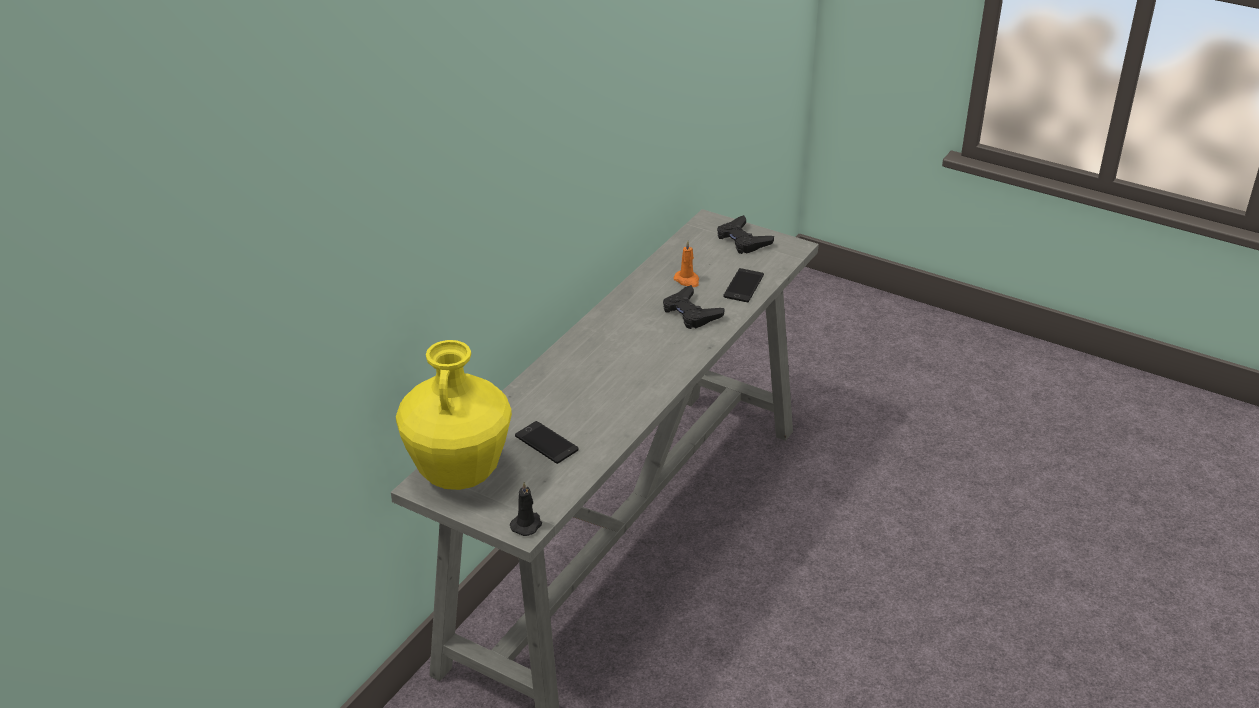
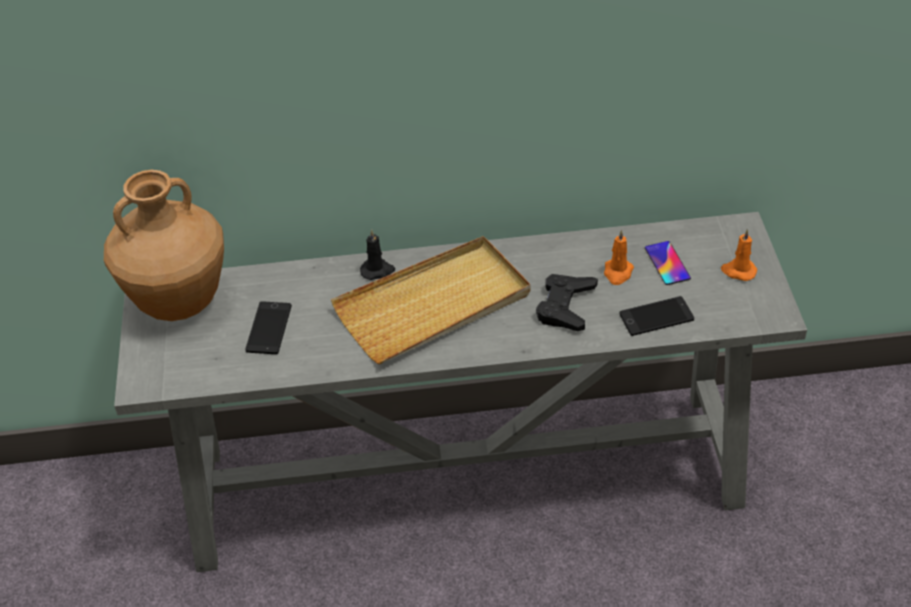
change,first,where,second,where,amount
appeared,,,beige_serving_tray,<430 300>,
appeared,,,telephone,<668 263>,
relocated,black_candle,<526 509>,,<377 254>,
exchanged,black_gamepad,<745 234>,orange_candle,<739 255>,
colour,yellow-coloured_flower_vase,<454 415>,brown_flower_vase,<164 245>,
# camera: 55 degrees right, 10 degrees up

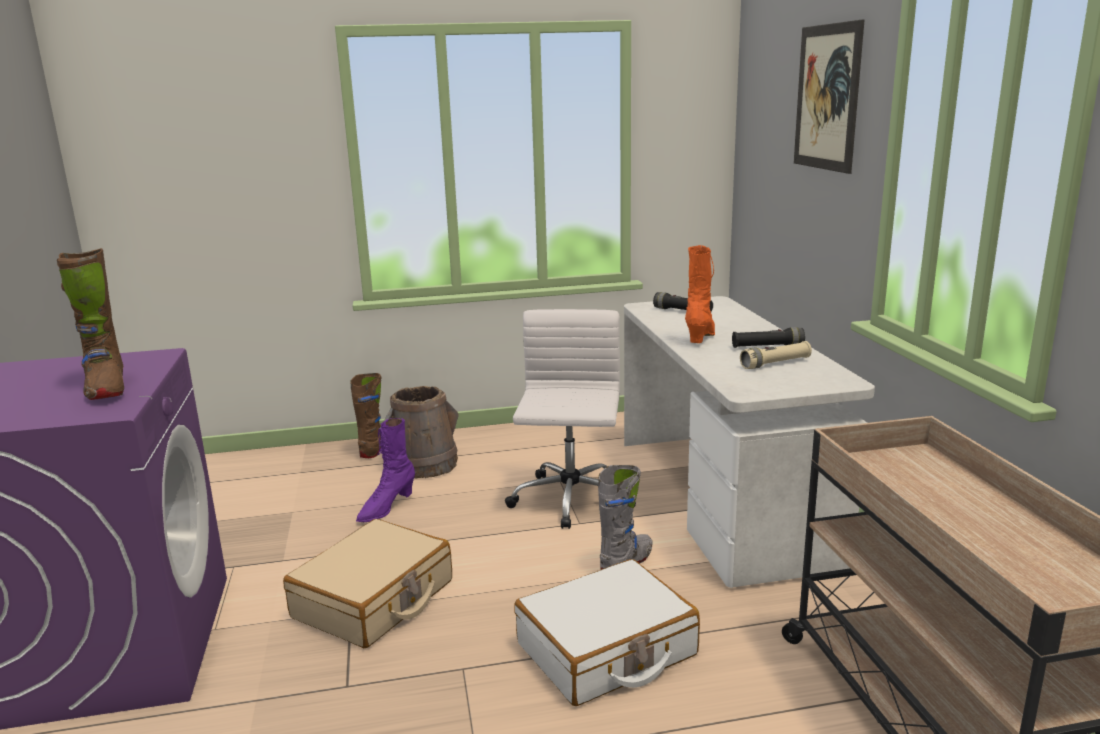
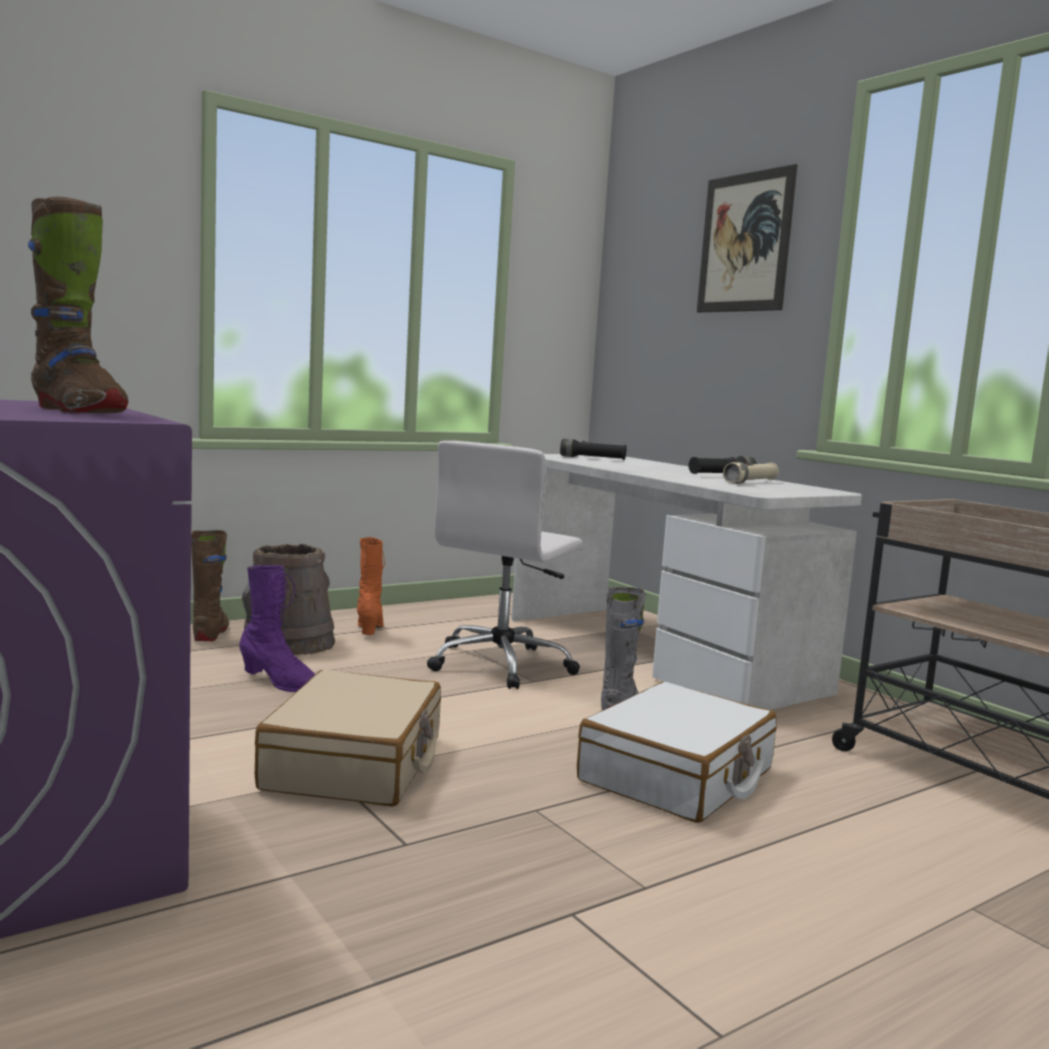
change,first,where,second,where,amount
relocated,orange_tall_boot,<700 294>,,<371 586>,
spun,purple-coloured_tall_boot,<385 470>,,<277 628>,75 degrees counterclockwise
spun,white_computer_chair,<570 419>,,<505 565>,135 degrees counterclockwise
# camera: 25 degrees left, 10 degrees down

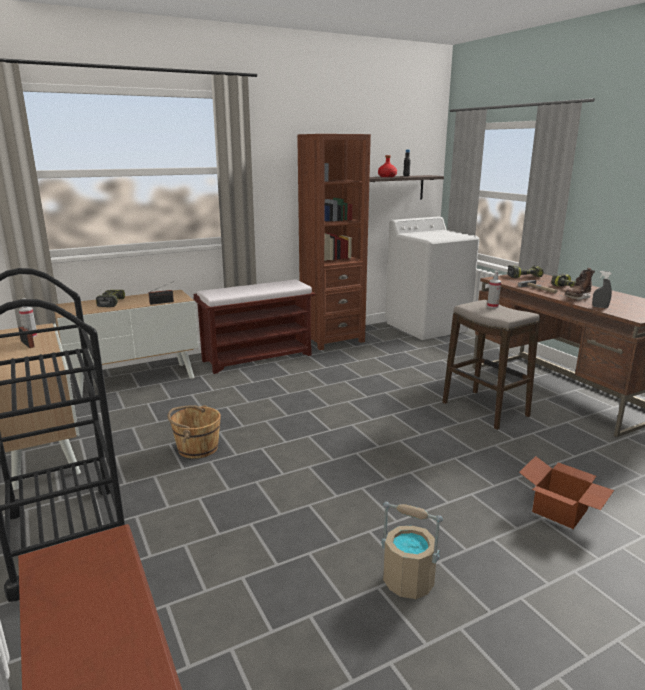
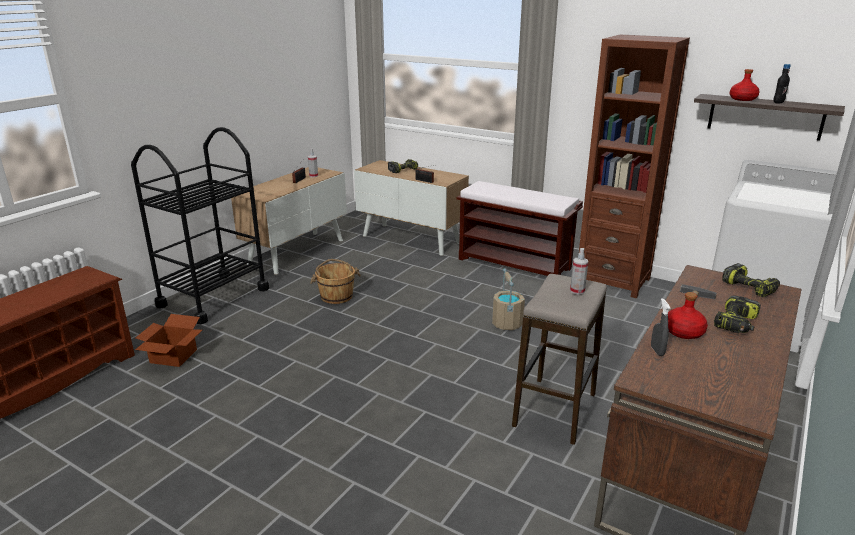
change,first,where,second,where,amount
relocated,beige_bucket,<412 550>,,<508 299>,
relocated,packing_box,<566 492>,,<168 340>,
exchanged,brown_tall_boot,<579 284>,reddish_drink_bottle,<688 315>,
# camera: 60 degrees right, 5 degrees up

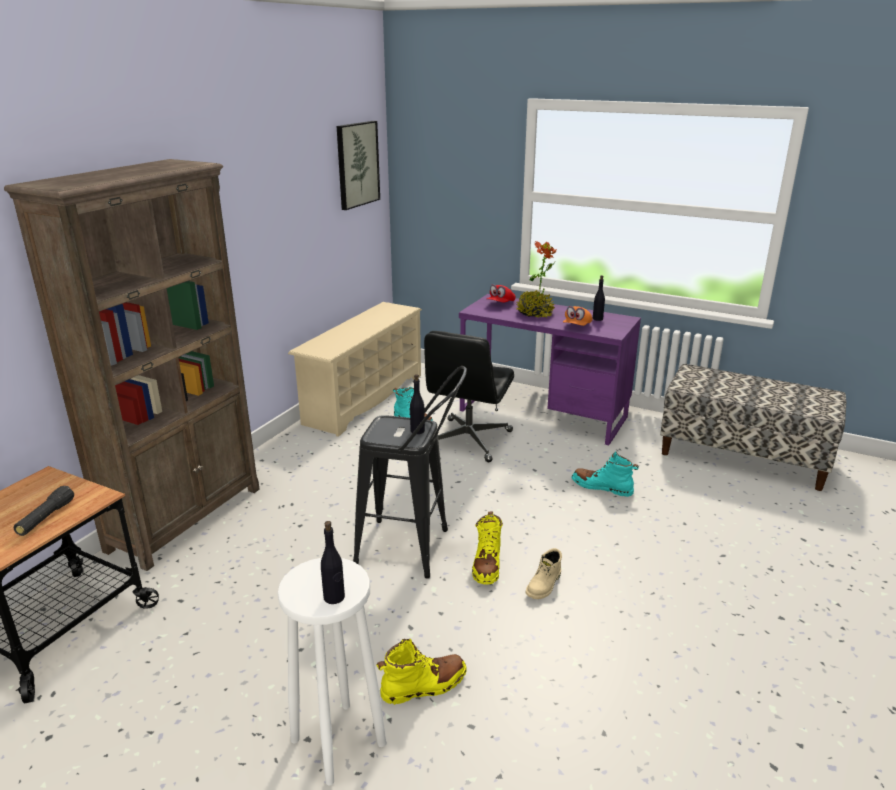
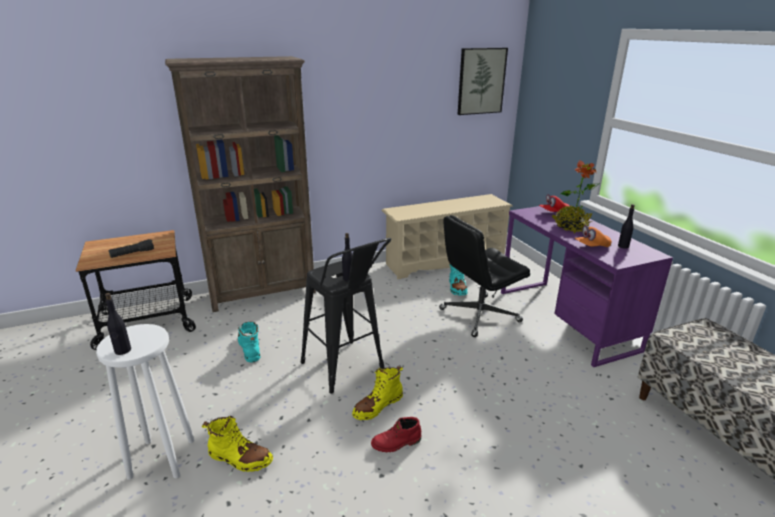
change,first,where,second,where,amount
relocated,blue-green_tall_boot,<605 474>,,<249 342>,
colour,beige_tall_boot,<544 573>,reddish_tall_boot,<396 434>,
# camera: 40 degrees right, 0 degrees up

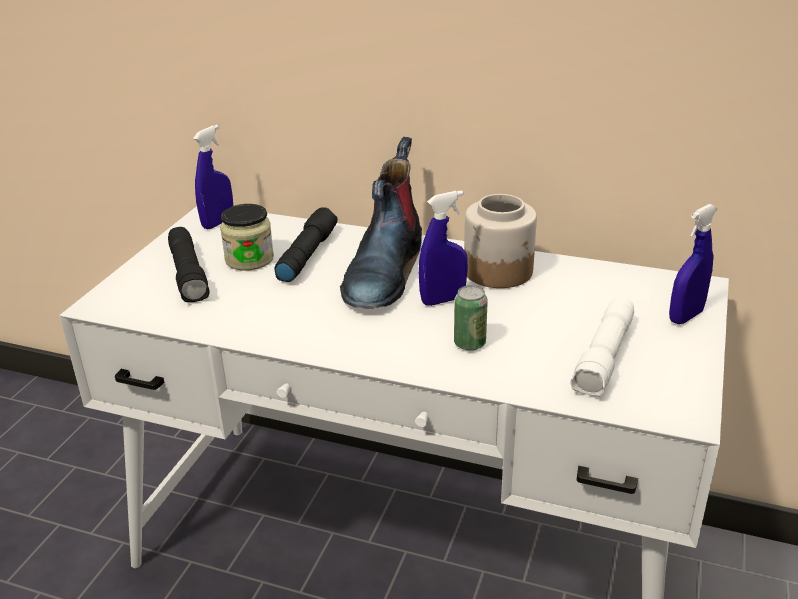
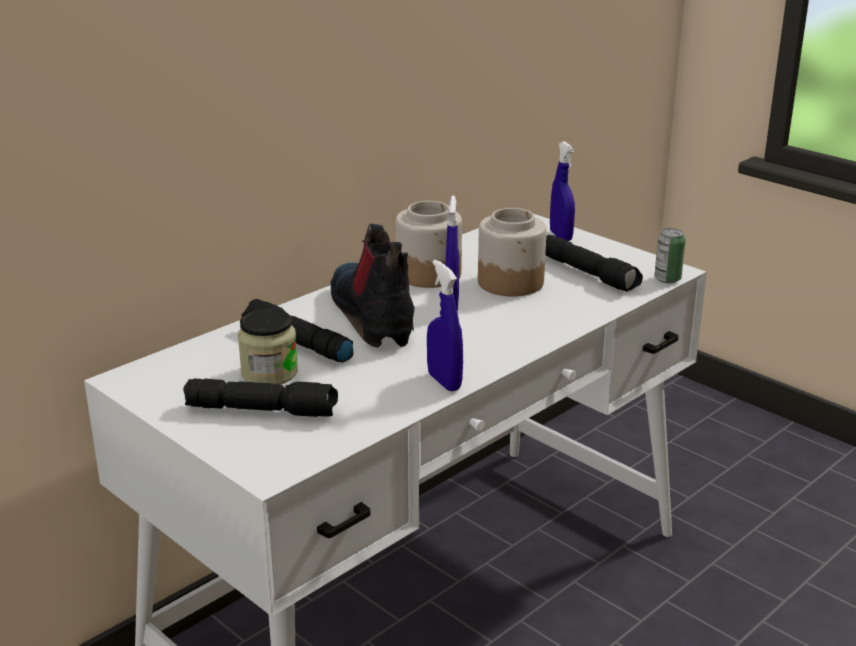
change,first,where,second,where,amount
appeared,,,jar,<512 252>,
relocated,bluish_spray_bottle,<213 177>,,<445 325>,
relocated,metal_can,<471 318>,,<670 255>,
colour,white_torch,<602 347>,black_torch,<594 263>,
spun,tall_boot,<381 223>,,<373 286>,150 degrees counterclockwise
# camera: 65 degrees left, 5 degrees down

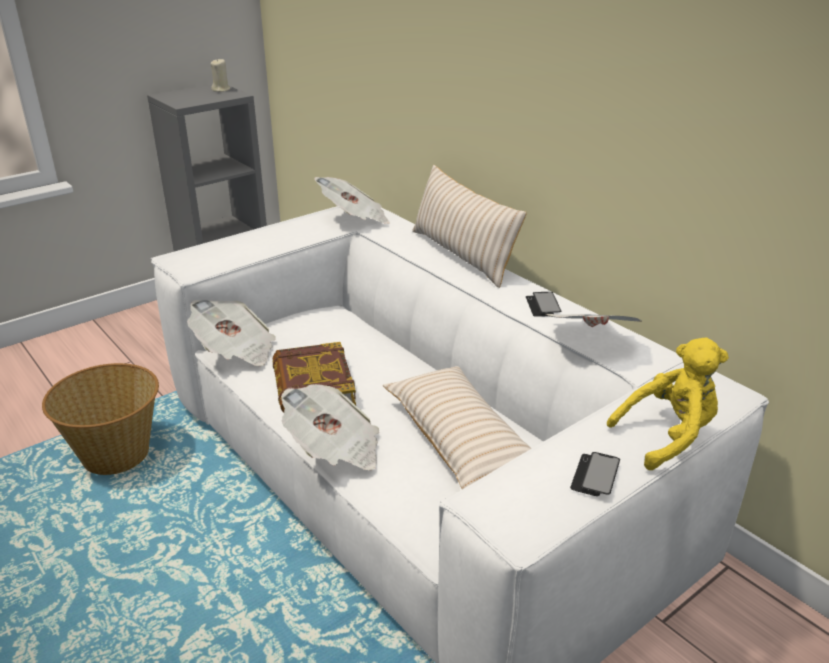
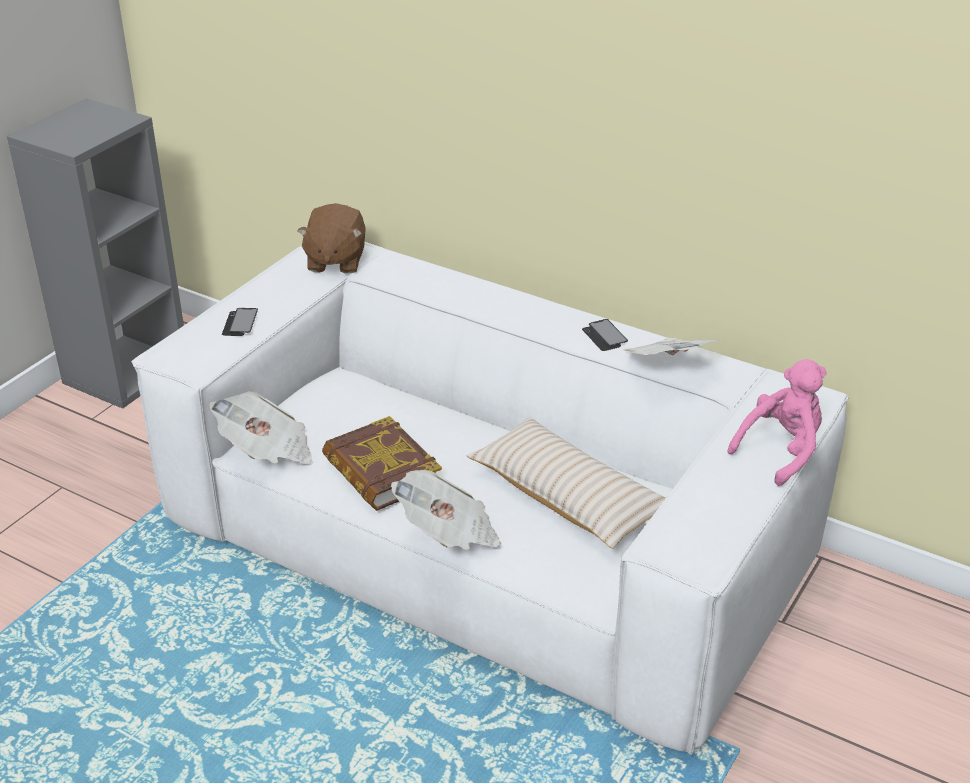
change,first,where,second,where,amount
missing,basket,<100 419>,,,
missing,beige_candle,<220 75>,,,
missing,beige_cushion,<469 226>,,,
relocated,telephone,<595 474>,,<240 322>,
exchanged,newspaper,<352 200>,brown_soft_toy,<331 238>,
colour,yellow-coloured_soft_toy,<668 403>,pink_soft_toy,<777 422>,
# camera: 20 degrees left, 5 degrees up

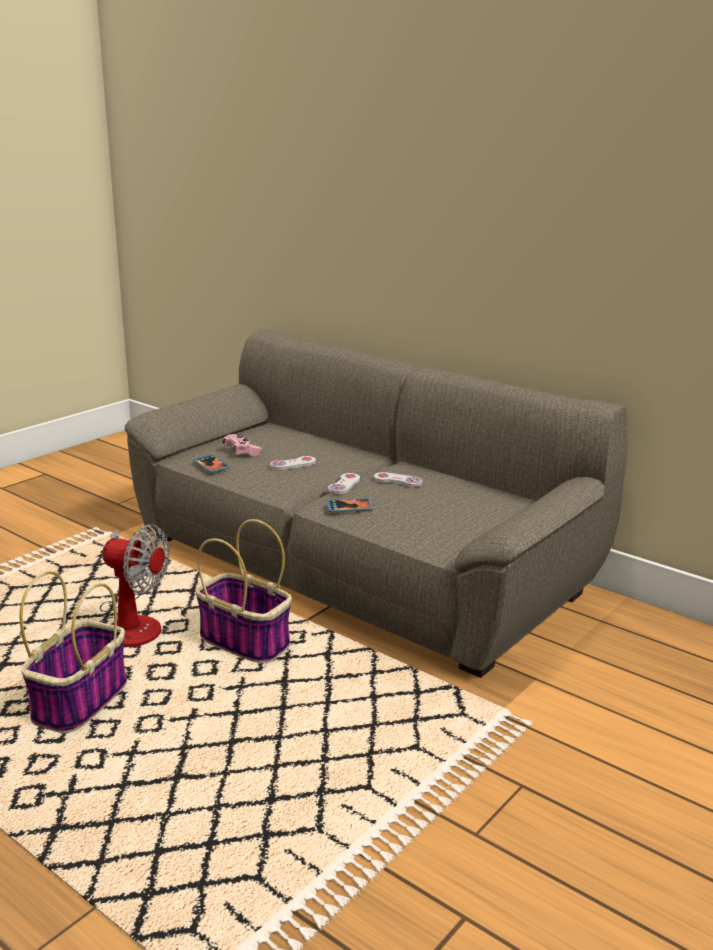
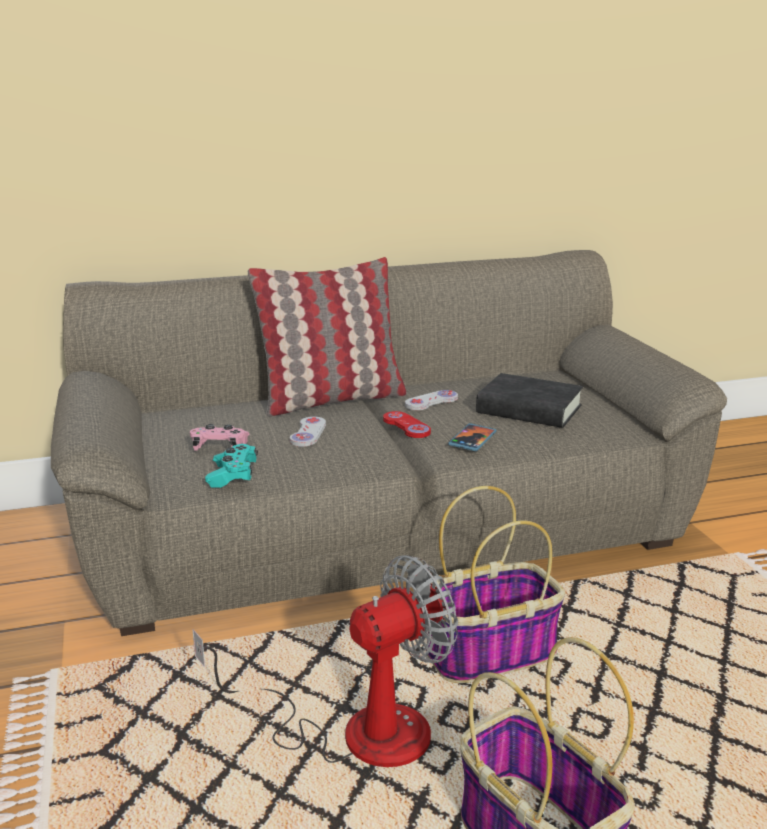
change,first,where,second,where,amount
appeared,,,cushion,<327 337>,
appeared,,,black_book,<529 400>,
exchanged,telephone,<211 463>,blue-green_gamepad,<231 466>,
colour,white_gamepad,<344 483>,reddish_gamepad,<407 424>,
# camera: 55 degrees left, 0 degrees up

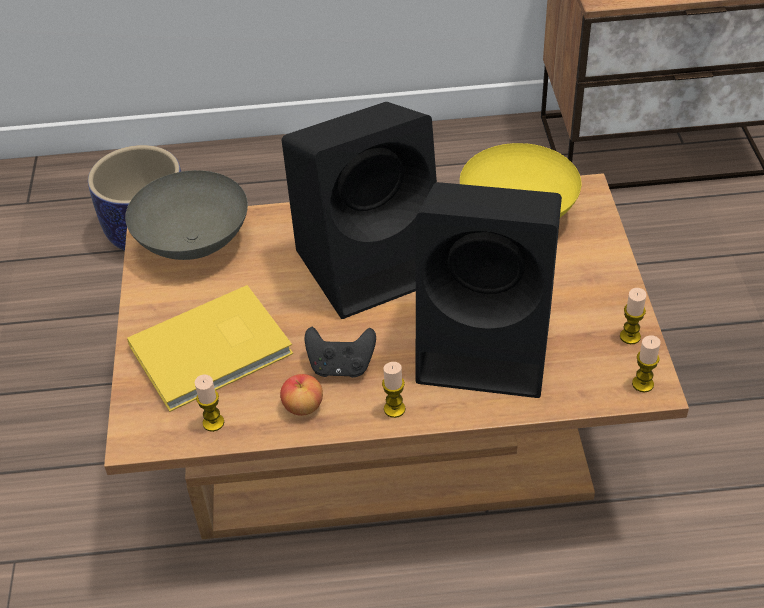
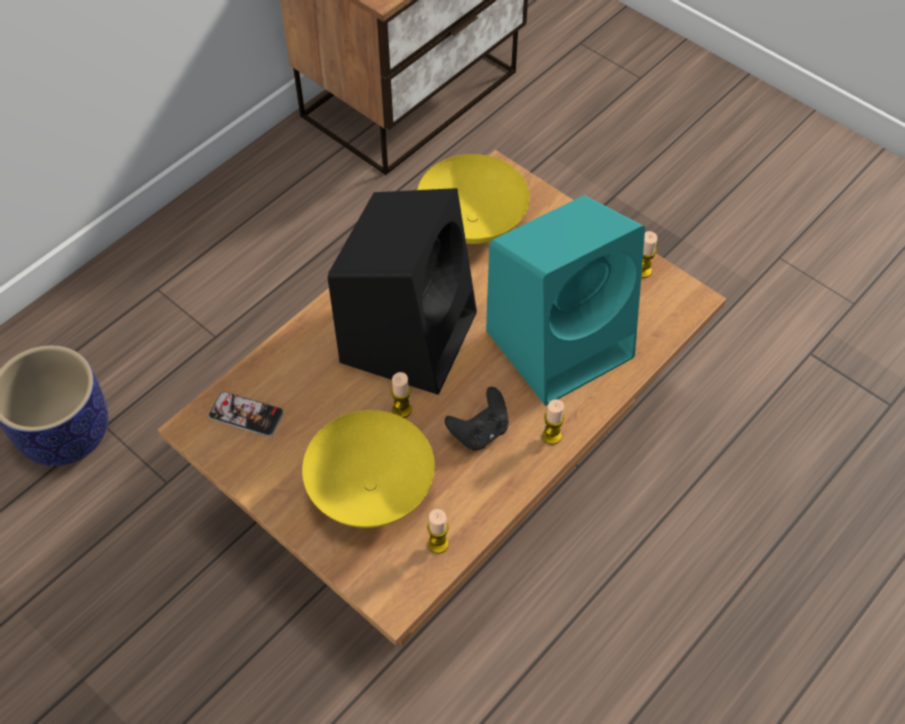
change,first,where,second,where,amount
missing,whole_apple,<301 395>,,,
relocated,candle,<646 363>,,<401 395>,
exchanged,grey_deep_dish,<186 215>,telephone,<246 414>,
exchanged,yellow-coloured_book,<210 348>,yellow-coloured_deep_dish,<368 469>,
colour,black_audio_speaker,<489 290>,blue-green_audio_speaker,<565 300>,
# camera: 45 degrees left, 10 degrees up

